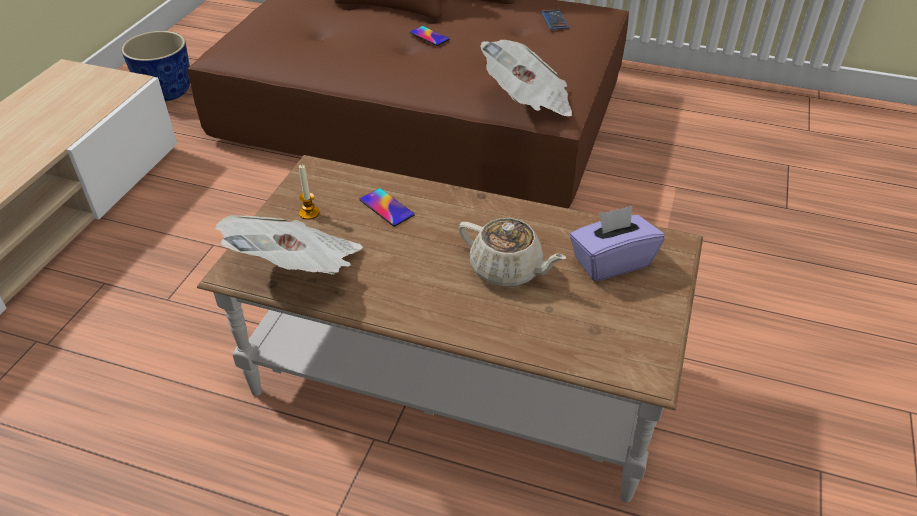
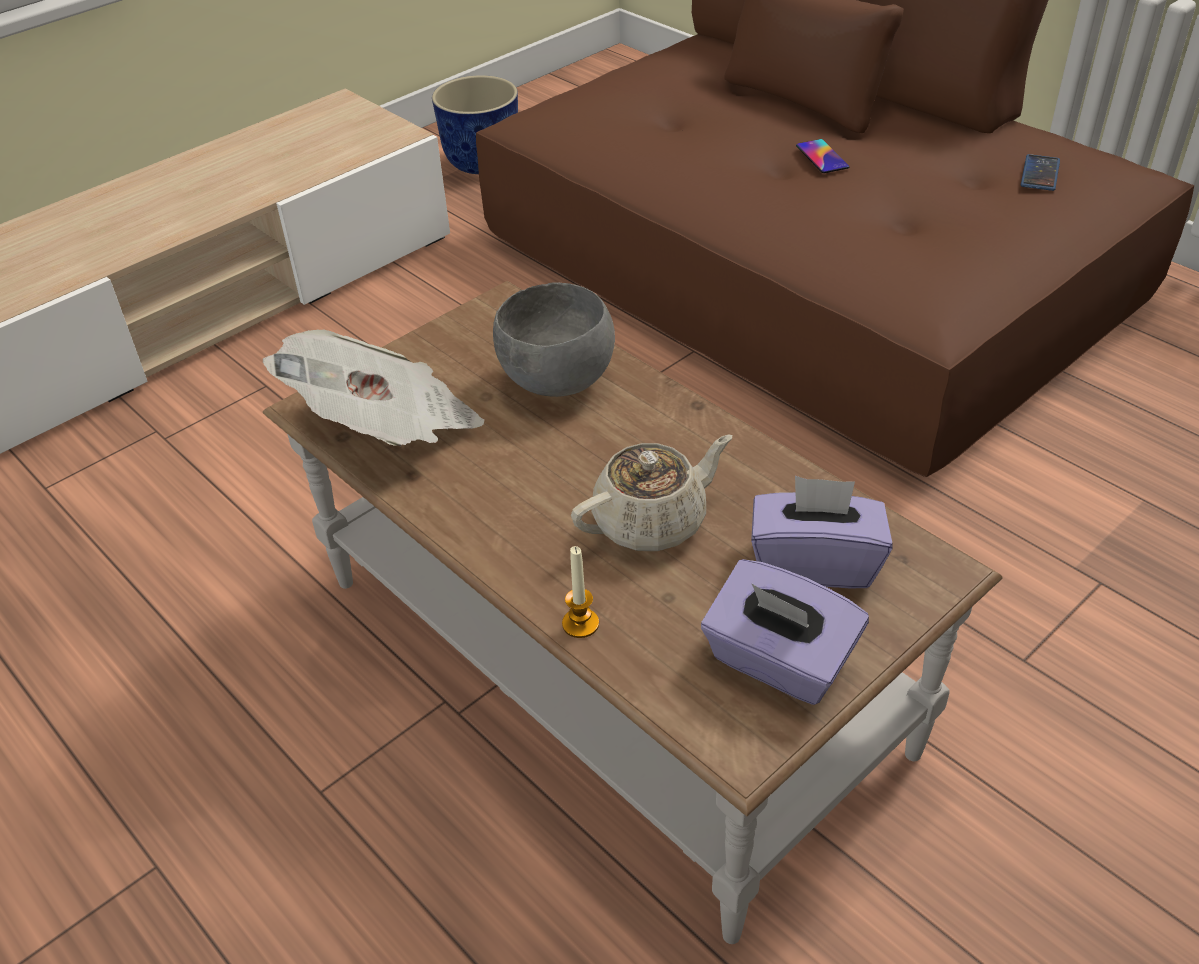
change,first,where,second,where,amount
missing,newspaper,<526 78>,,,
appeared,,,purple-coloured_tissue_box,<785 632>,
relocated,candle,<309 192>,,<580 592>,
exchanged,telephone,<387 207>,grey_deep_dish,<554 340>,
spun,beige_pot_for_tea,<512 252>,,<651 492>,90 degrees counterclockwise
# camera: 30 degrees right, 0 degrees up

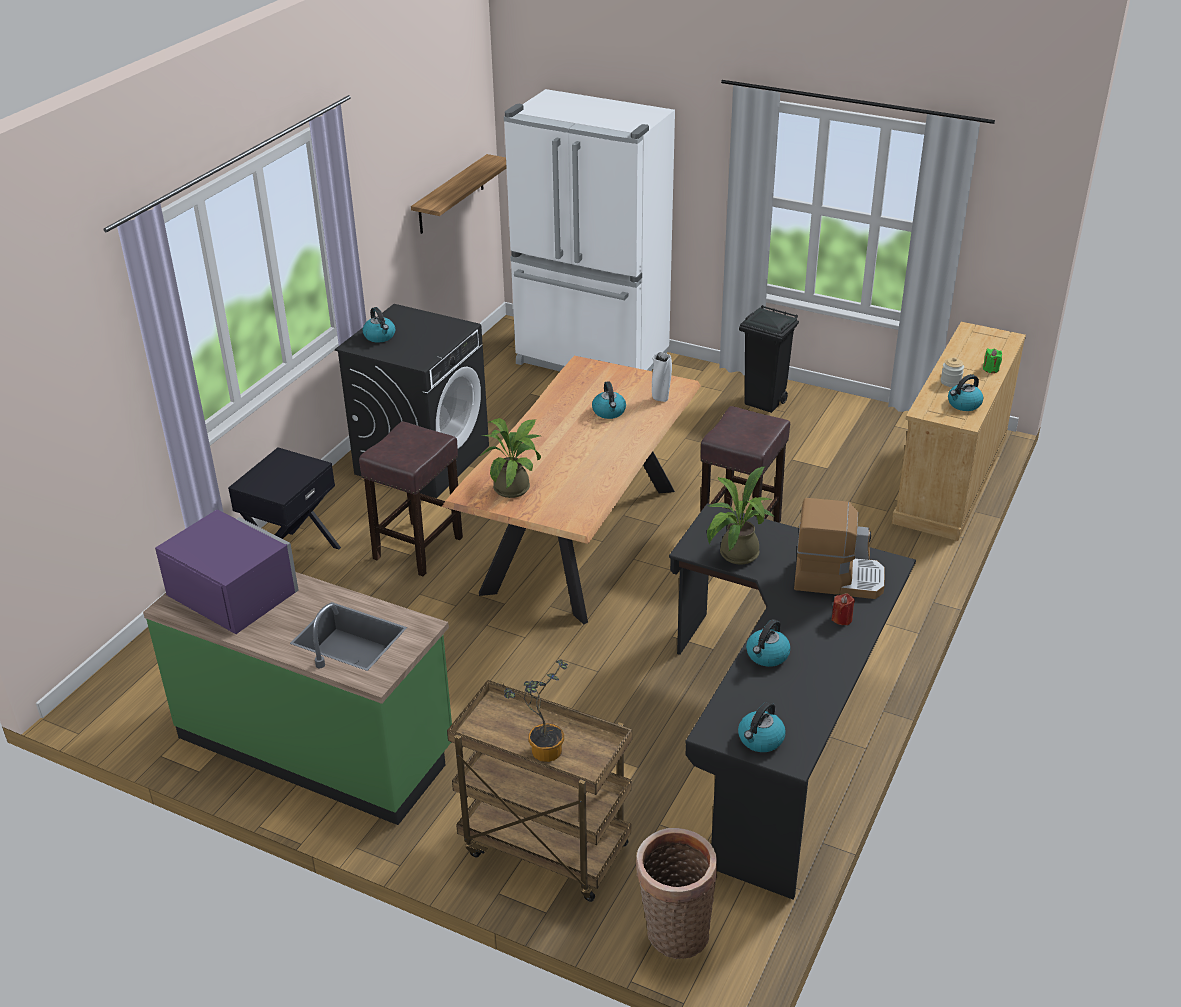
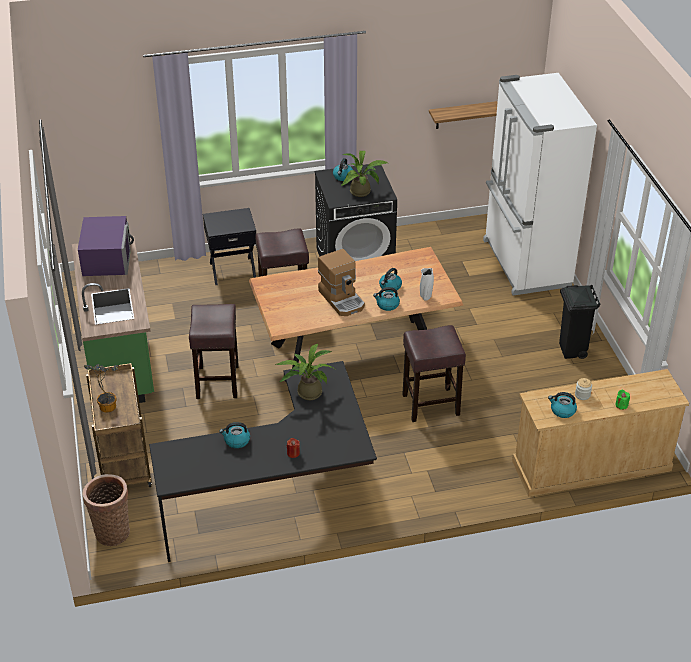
change,first,where,second,where,amount
appeared,,,brown_stool_seat,<214 351>,
relocated,potted_plant,<510 458>,,<364 174>,
relocated,tea_kettle,<762 726>,,<386 299>,
relocated,coffee_maker,<839 548>,,<341 282>,
# camera: 50 degrees right, 5 degrees up

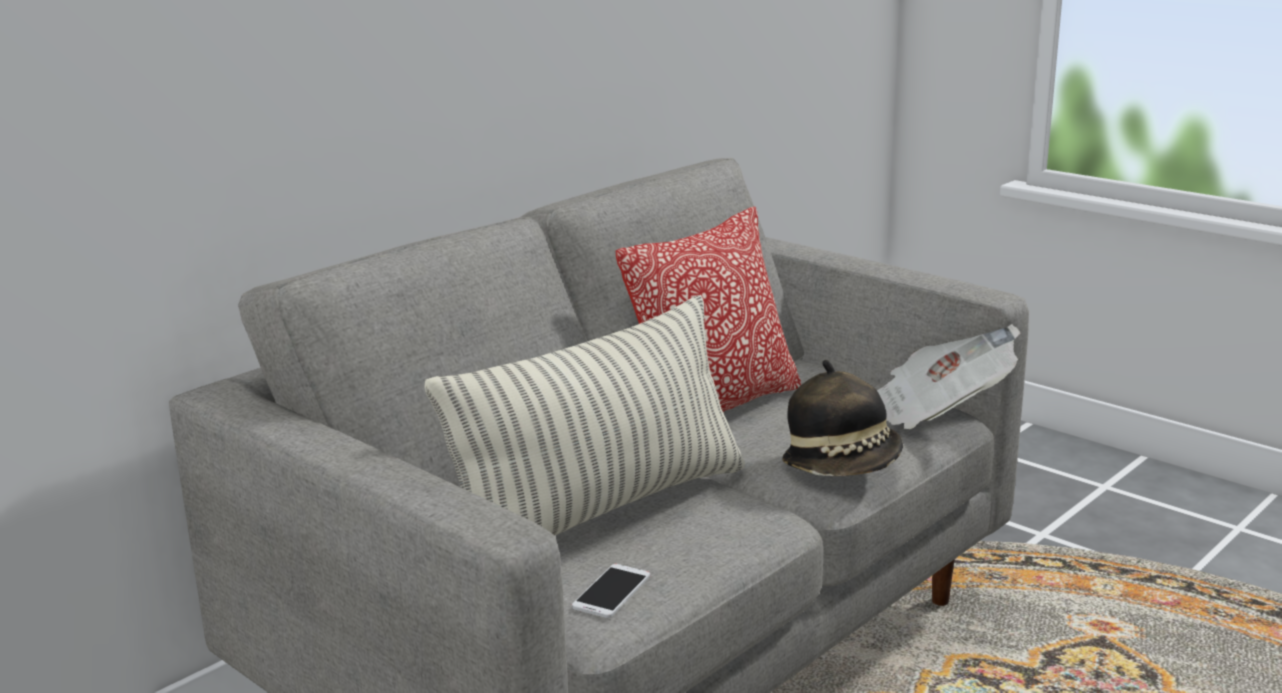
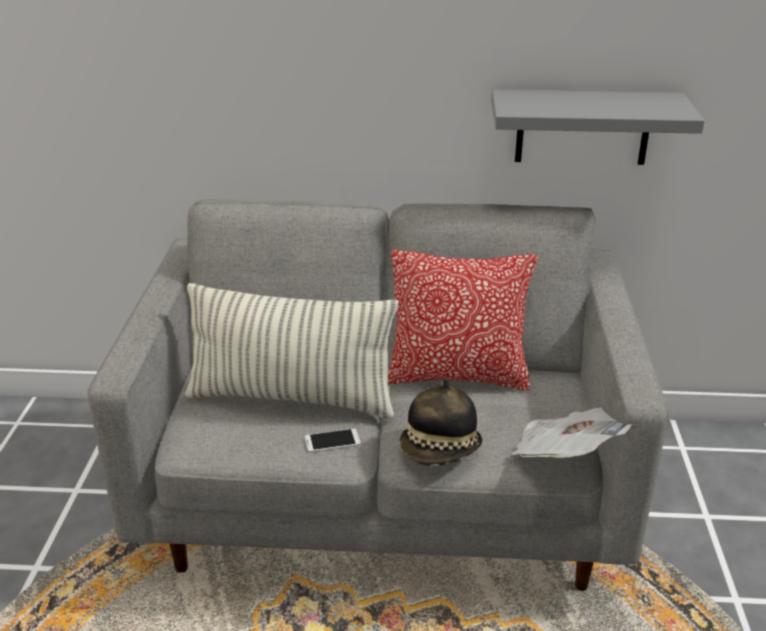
change,first,where,second,where,amount
appeared,,,grey_wall_shelf,<598 127>,
relocated,telephone,<611 591>,,<333 440>,
# camera: 50 degrees right, 10 degrees up

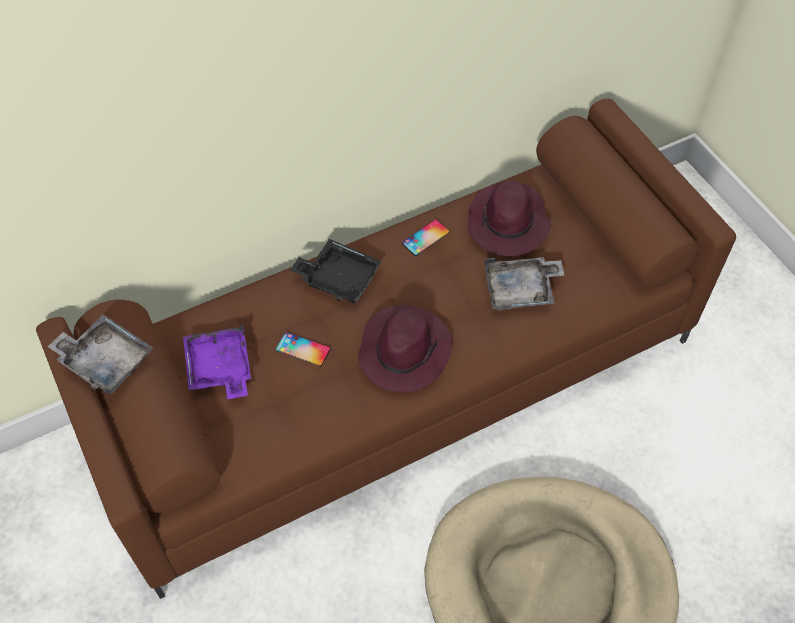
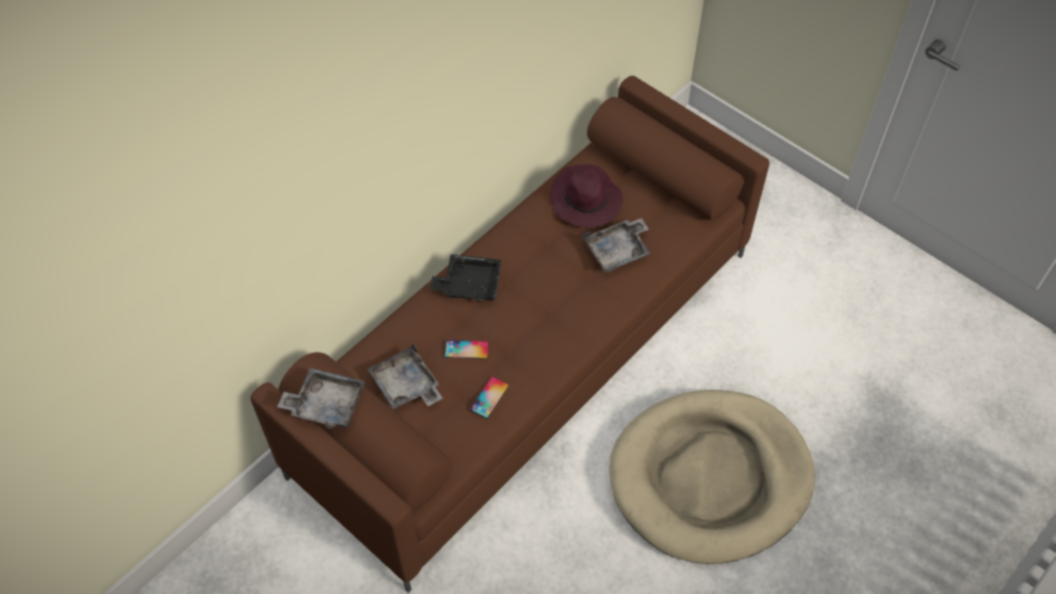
change,first,where,second,where,amount
missing,purple-coloured_clothing_hat,<405 348>,,,
relocated,telephone,<426 238>,,<489 398>,
colour,purple-coloured_serving_tray,<217 361>,grey_serving_tray,<405 376>,
# camera: 20 degrees left, 0 degrees up

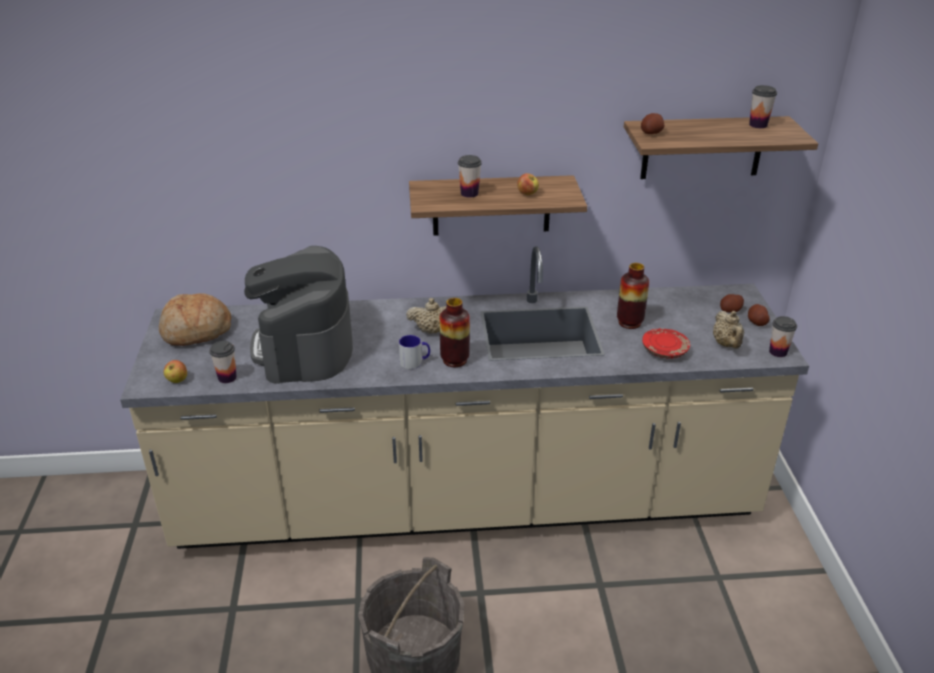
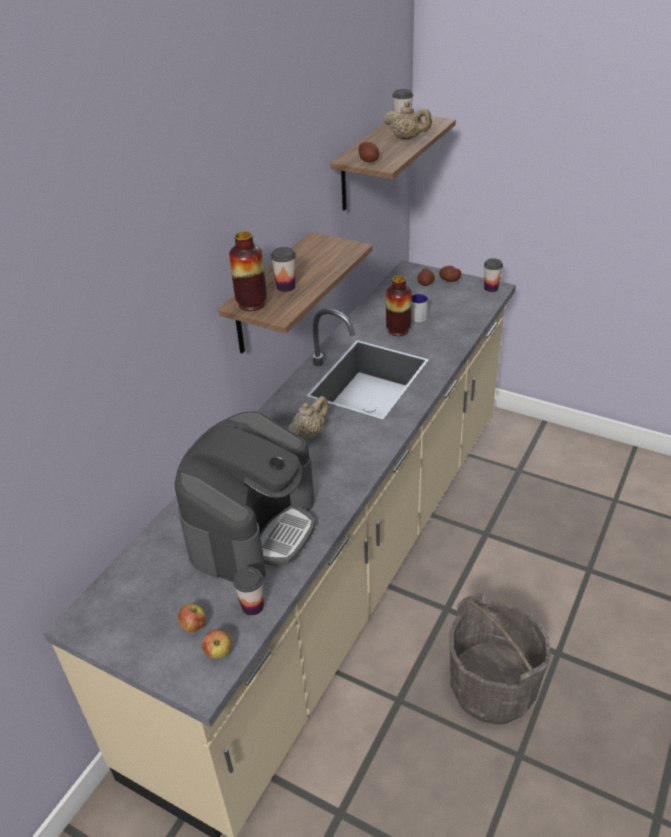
change,first,where,second,where,amount
missing,bread,<195 320>,,,
missing,reddish_flat_dish,<666 343>,,,
relocated,tea_mug,<414 352>,,<419 308>,
relocated,flower_vase,<454 332>,,<248 271>,
relocated,whole_apple,<528 184>,,<192 618>,
relocated,beige_pot_for_tea,<728 330>,,<407 121>,
spun,coffee_maker,<298 315>,,<245 496>,90 degrees counterclockwise
# camera: 55 degrees left, 5 degrees up

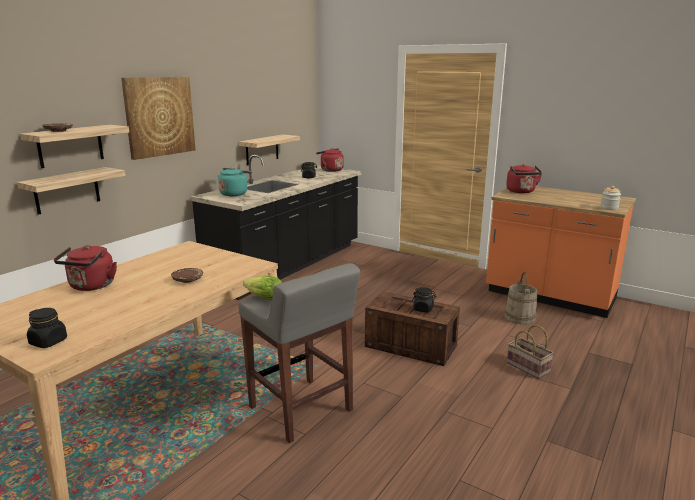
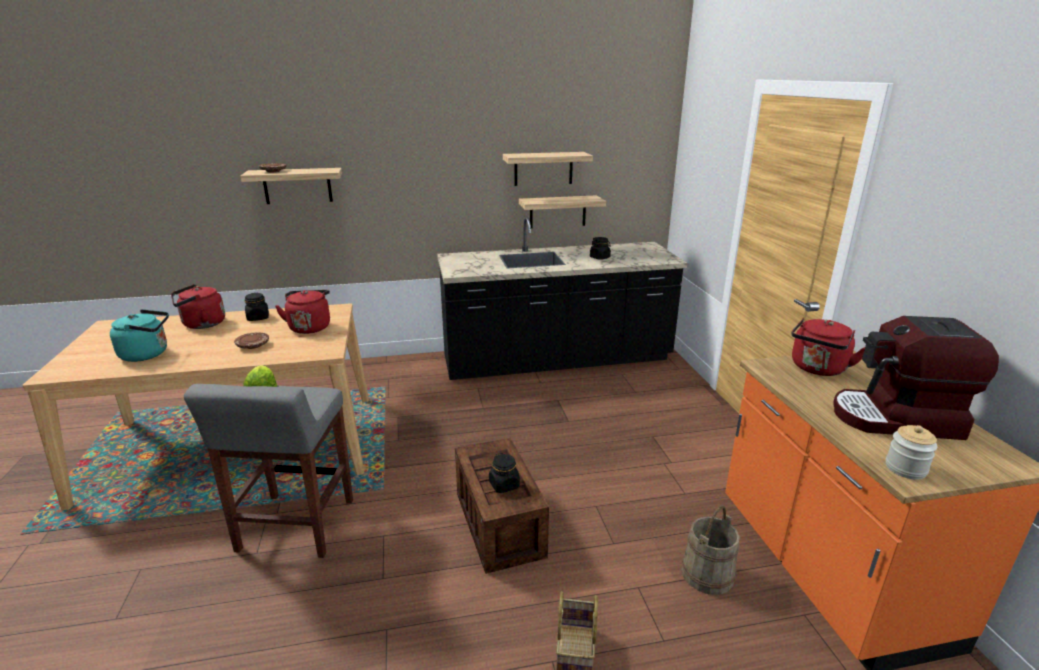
change,first,where,second,where,amount
missing,picture,<158 118>,,,
appeared,,,coffee_maker,<916 378>,
relocated,wall_shelf,<71 191>,,<548 169>,
relocated,black_jar,<47 328>,,<256 307>,
relocated,blue-green_tea_kettle,<234 181>,,<139 335>,
relocated,reddish_tea_kettle,<330 160>,,<302 312>,
# camera: 45 degrees right, 5 degrees up

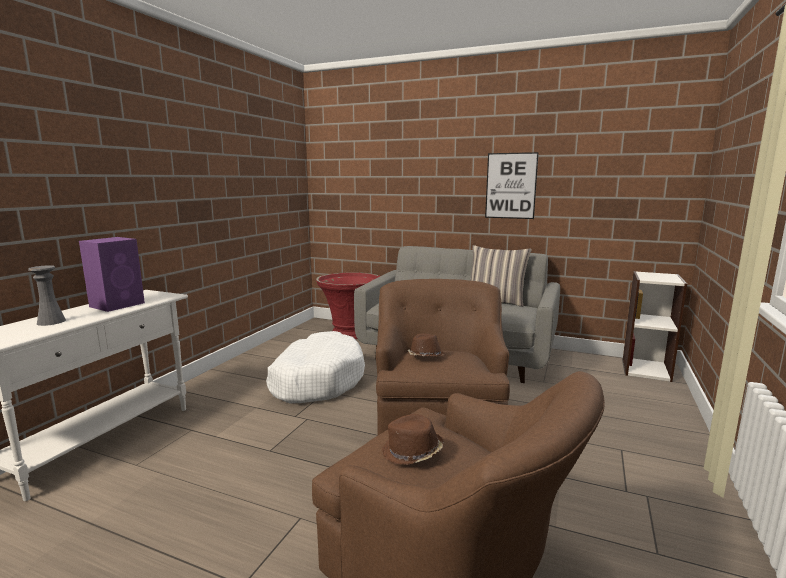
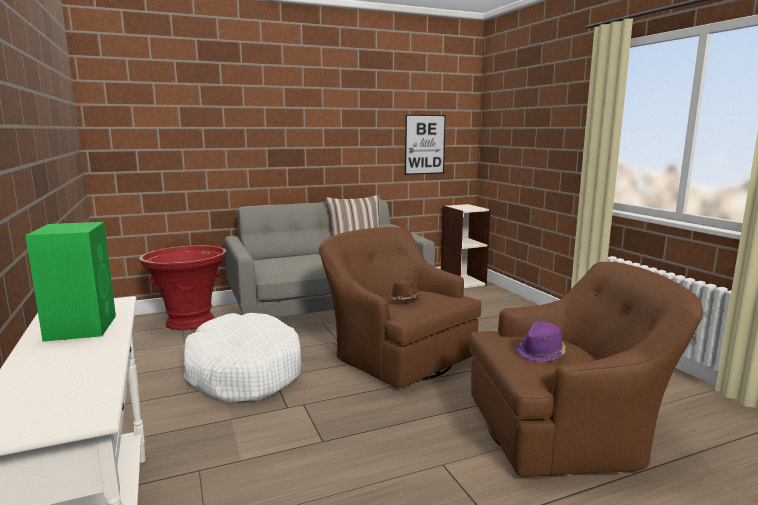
change,first,where,second,where,amount
missing,grey_flower_vase,<47 295>,,,
relocated,picture,<512 185>,,<425 145>,
colour,purple-coloured_audio_speaker,<112 274>,green_audio_speaker,<70 282>,
colour,brown_clothing_hat,<413 439>,purple-coloured_clothing_hat,<541 342>,
# camera: 45 degrees left, 0 degrees up

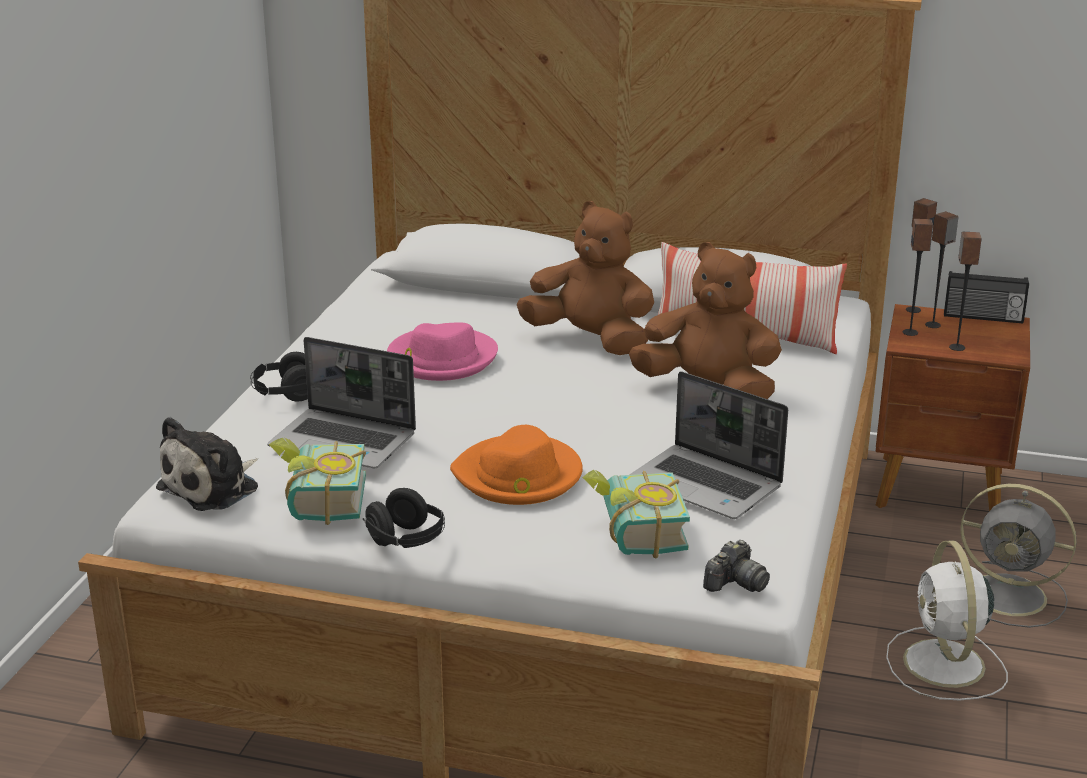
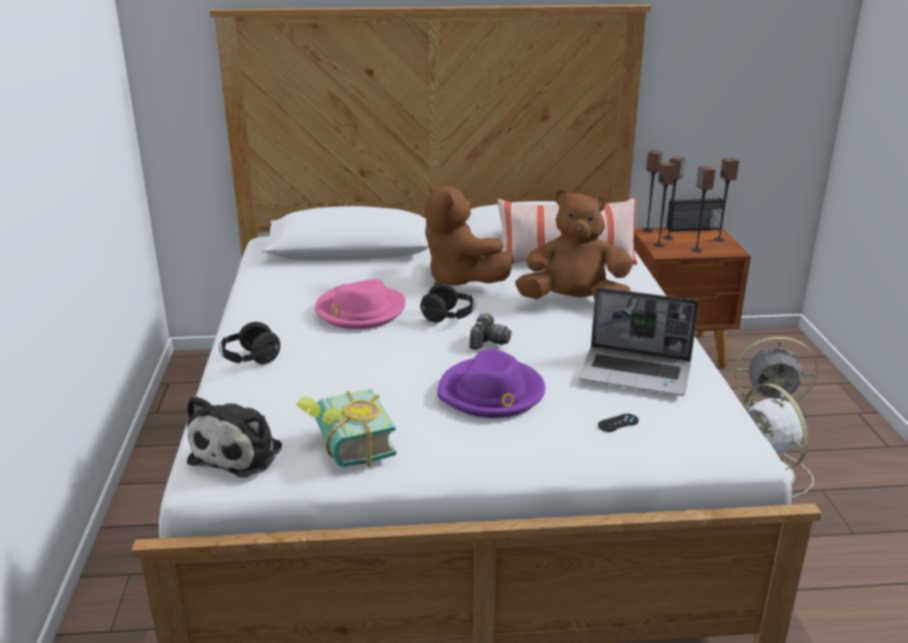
change,first,where,second,where,amount
missing,notebook_computer,<341 402>,,,
appeared,,,audio_speaker,<726 200>,
relocated,black_pair_of_headphones,<404 518>,,<448 303>,
relocated,still_camera,<736 566>,,<490 331>,
exchanged,book,<636 514>,black_gamepad,<618 423>,
colour,orange_clothing_hat,<516 465>,purple-coloured_clothing_hat,<491 383>,
spun,brown_soft_toy,<585 278>,,<468 234>,135 degrees counterclockwise
# camera: 20 degrees left, 0 degrees up

